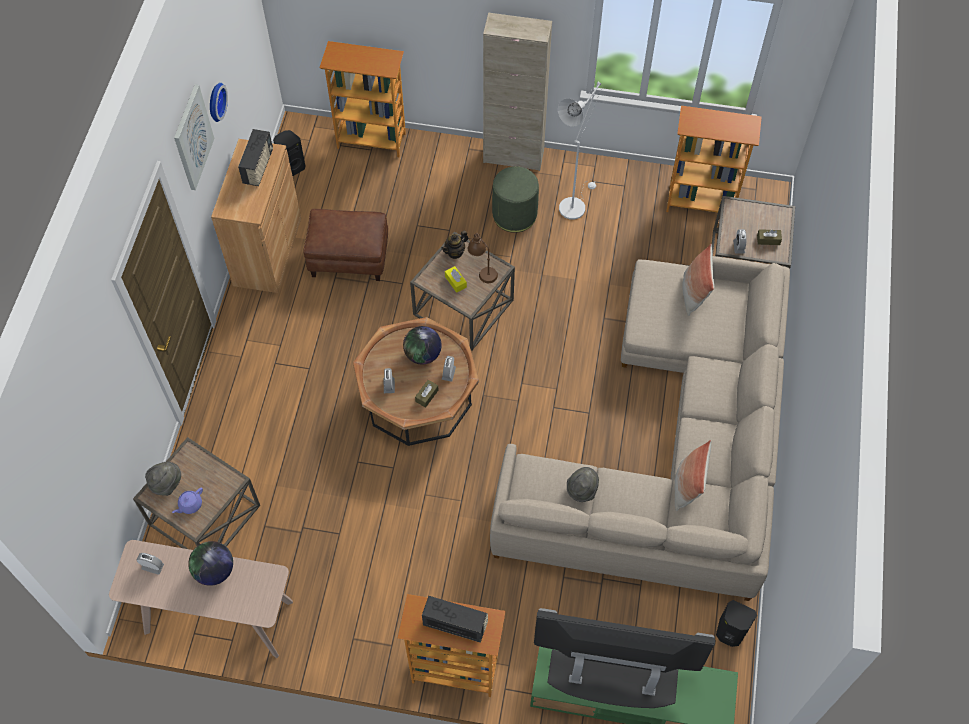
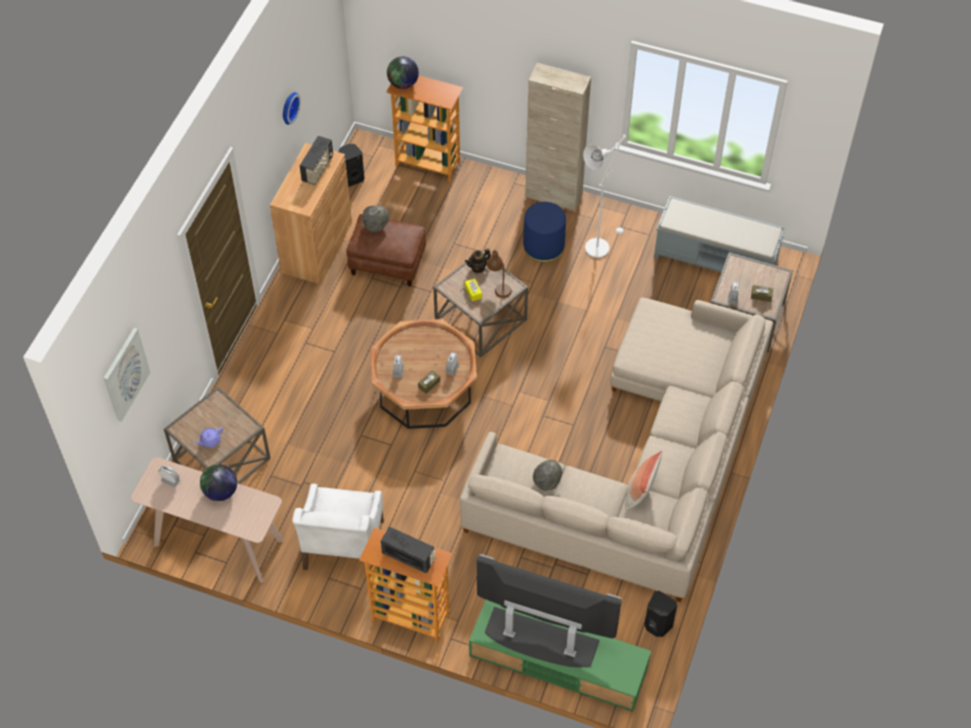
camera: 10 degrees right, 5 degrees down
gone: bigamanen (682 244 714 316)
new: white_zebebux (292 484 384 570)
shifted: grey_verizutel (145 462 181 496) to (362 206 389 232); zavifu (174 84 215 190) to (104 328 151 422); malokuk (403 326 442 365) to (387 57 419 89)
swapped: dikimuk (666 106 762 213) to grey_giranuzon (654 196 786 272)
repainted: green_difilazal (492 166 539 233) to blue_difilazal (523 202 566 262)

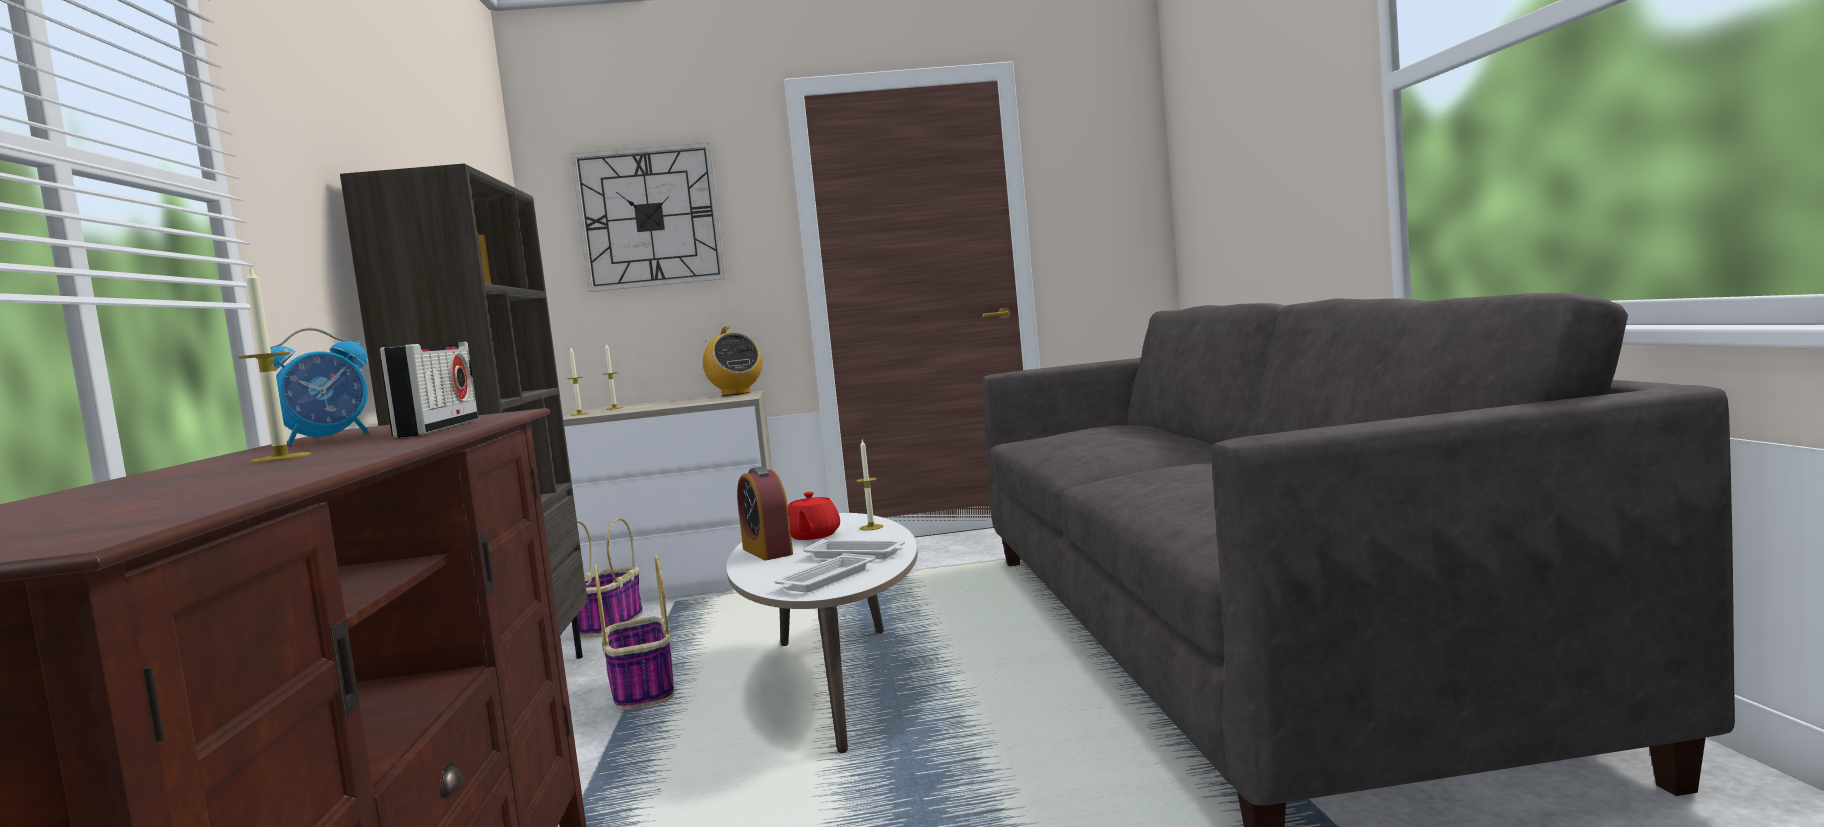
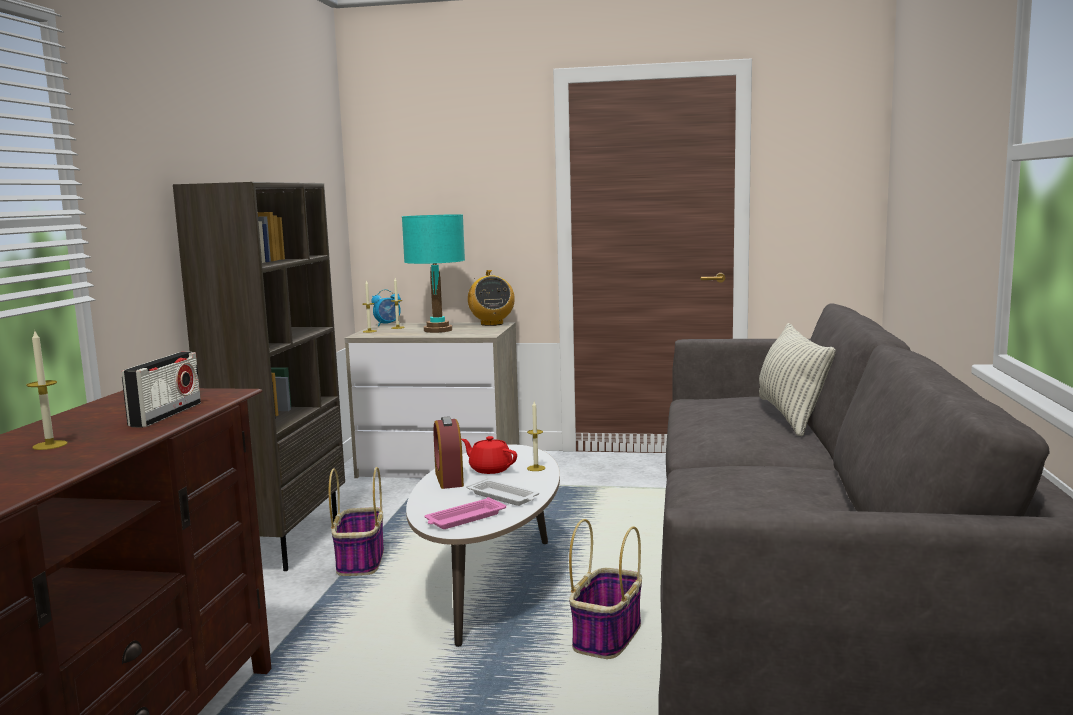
camera: 15 degrees right, 5 degrees up
gone: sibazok (571 142 726 292)
new: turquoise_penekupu (402 214 465 333); bigamanen (759 323 836 436)
shifted: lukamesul (270 328 369 445) to (372 289 401 326); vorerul (577 518 643 637) to (569 519 642 659)
repainted: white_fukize (774 553 876 593) to pink_fukize (424 497 506 529)
rotated: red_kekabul (788 492 840 540) = (461 436 517 474) 105 degrees clockwise

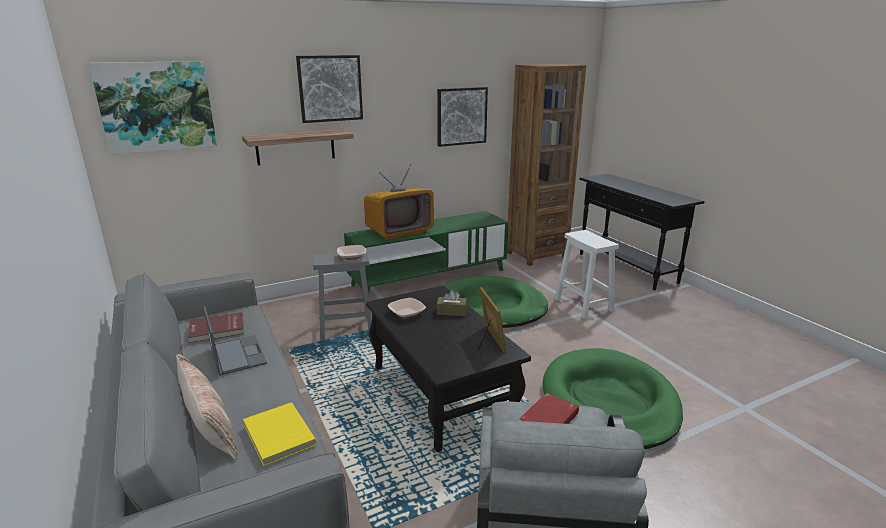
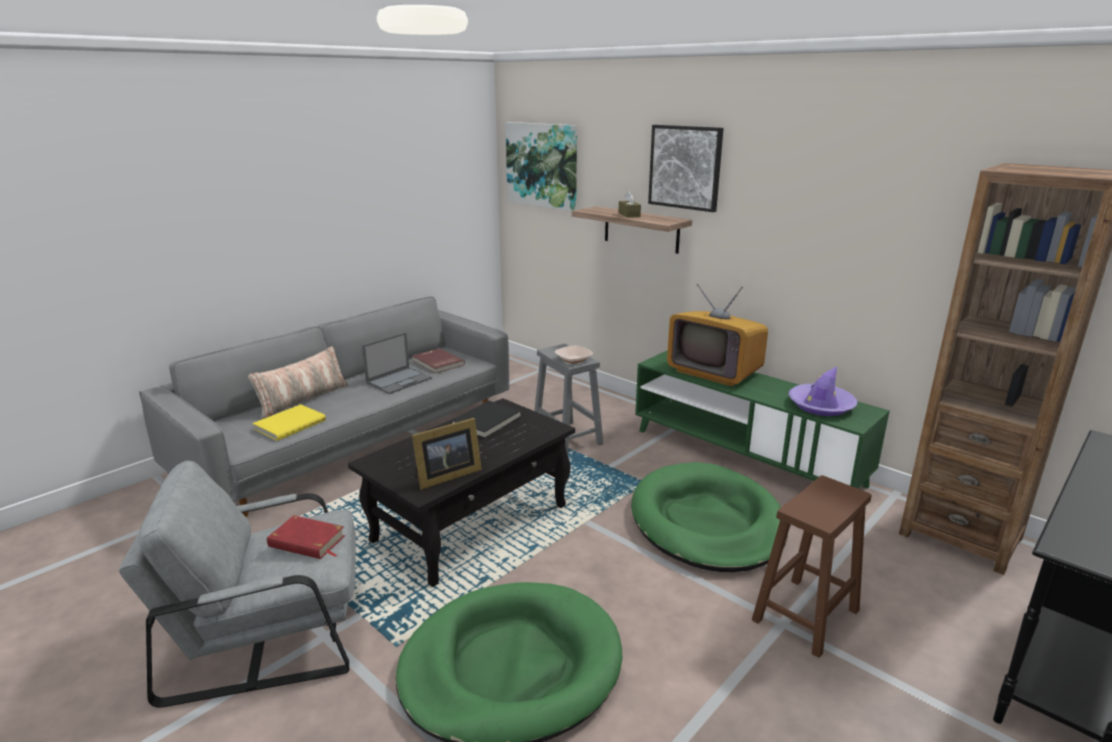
camera: 70 degrees right, 0 degrees up
gone: zavifu (437 87 488 147)
new: purple_verizutel (788 366 857 416)
shifted: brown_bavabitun (436 290 467 316) to (618 191 641 217)
swapped: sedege (388 298 426 319) to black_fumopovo (451 401 521 438)
repainted: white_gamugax (555 230 619 319) to brown_gamugax (752 475 872 658)

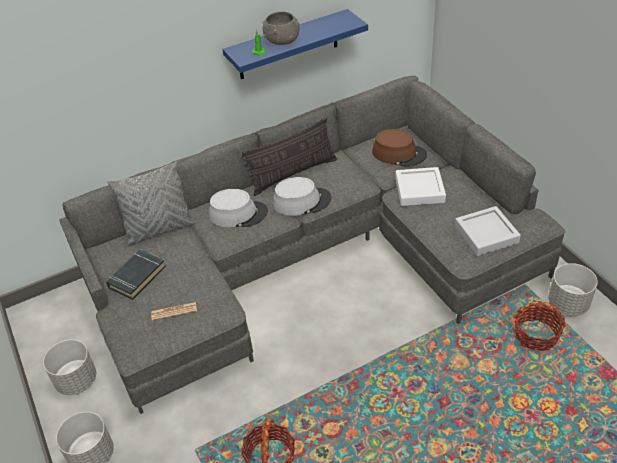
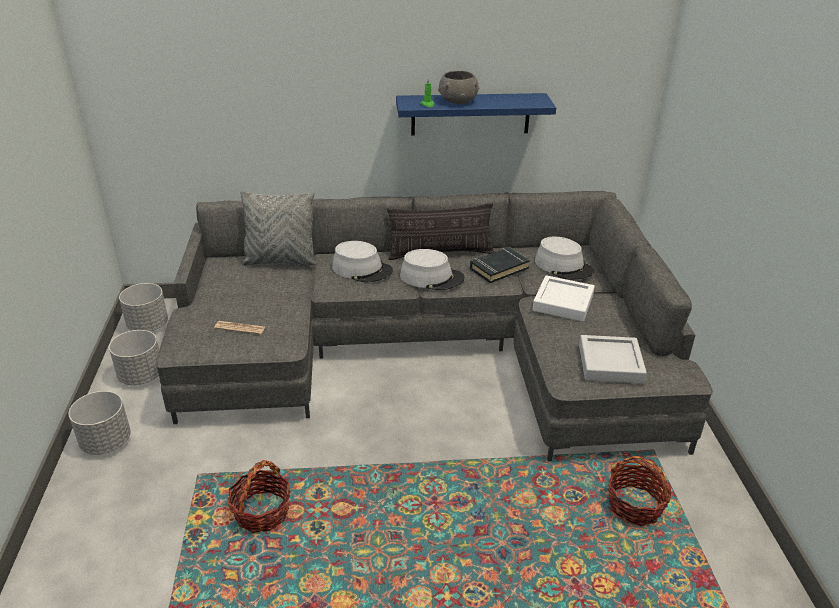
camera: 20 degrees right, 10 degrees down
shifted: black_fumopovo (106 249 166 300) to (470 247 530 283); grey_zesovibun (548 263 598 316) to (119 283 168 331)
repainted: brown_verizutel (372 129 427 167) to grey_verizutel (535 237 594 280)

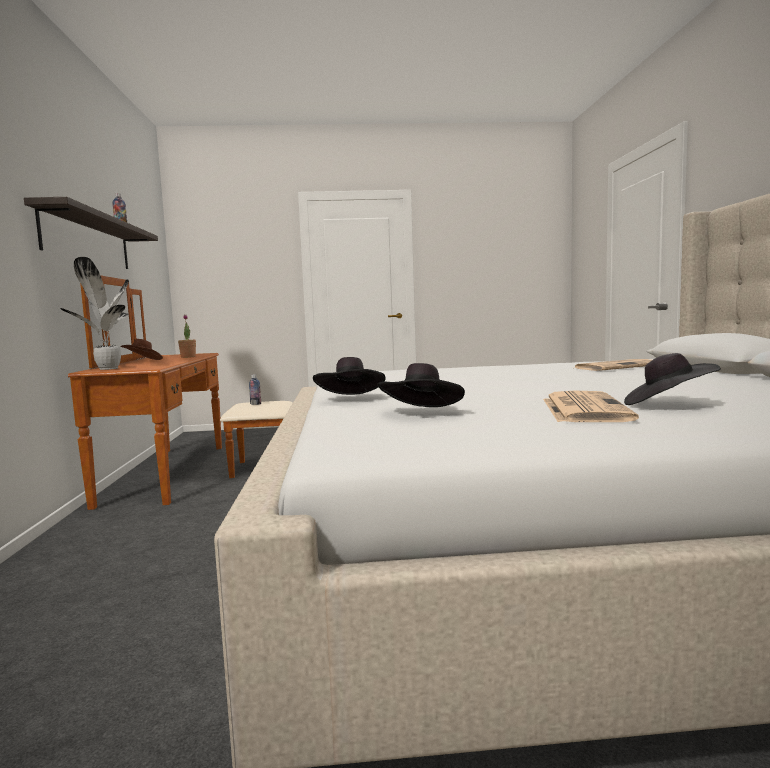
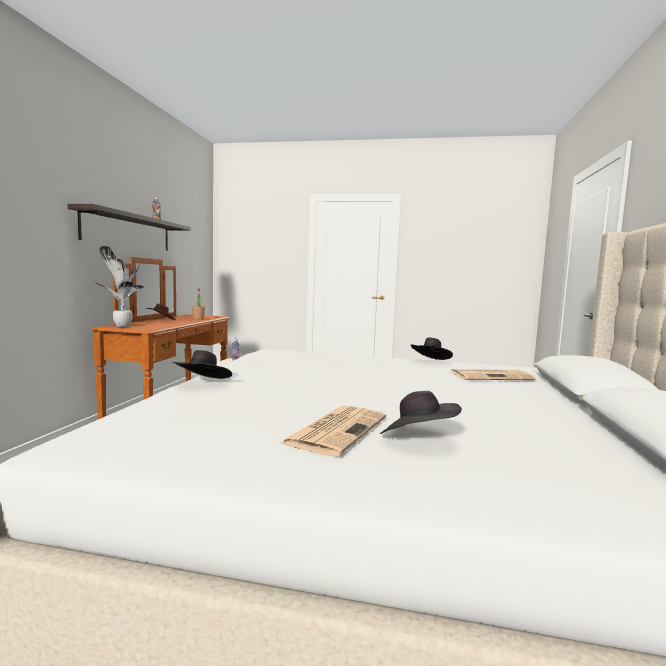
camera: 15 degrees right, 0 degrees up
shifted: black_verizutel (378 363 465 407) to (411 337 453 360)

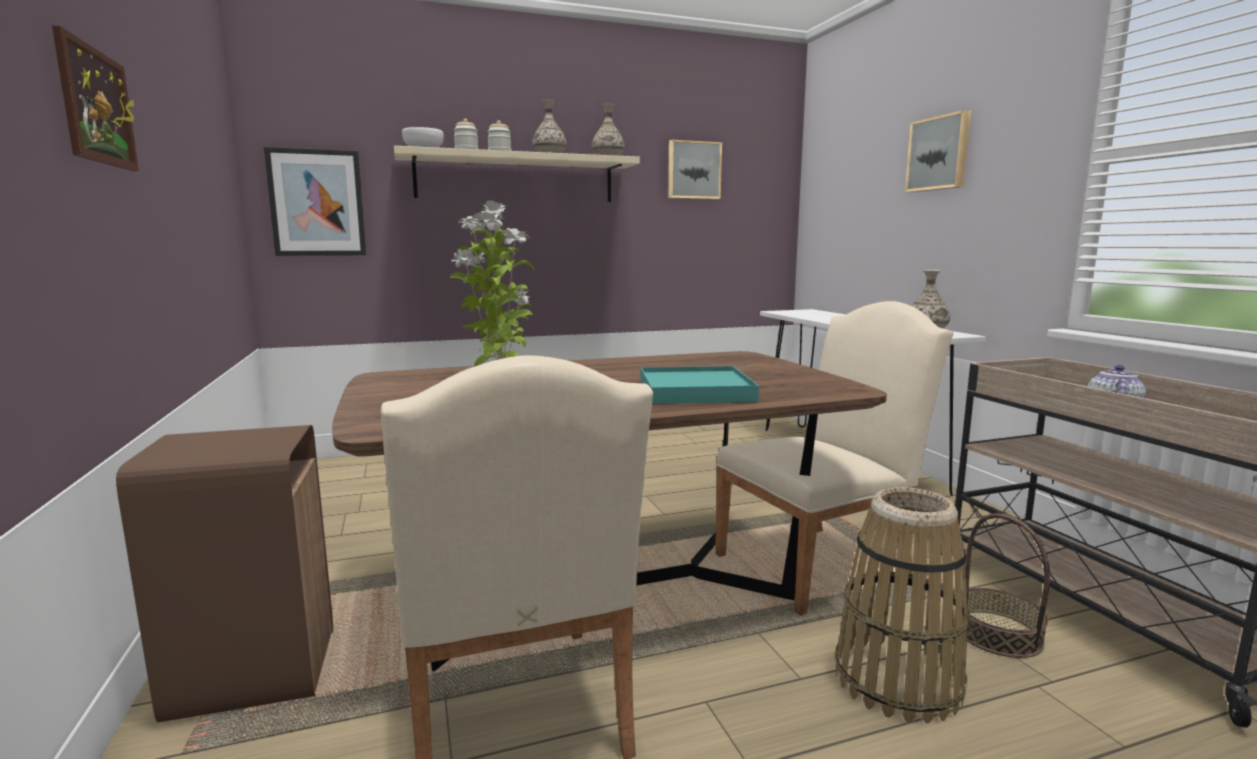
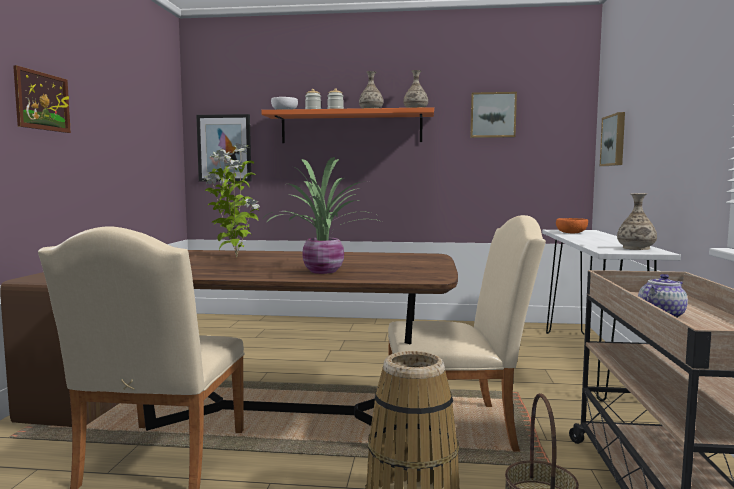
camera: 25 degrees right, 5 degrees down
new: orange_sedege (556 218 588 233)
shifted: zavifu (905 110 971 192) to (600 112 625 166)
swapped: turquoise_fukize (640 366 759 404) to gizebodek (264 157 381 274)
repainted: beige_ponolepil (394 146 640 202) to orange_ponolepil (261 107 434 143)

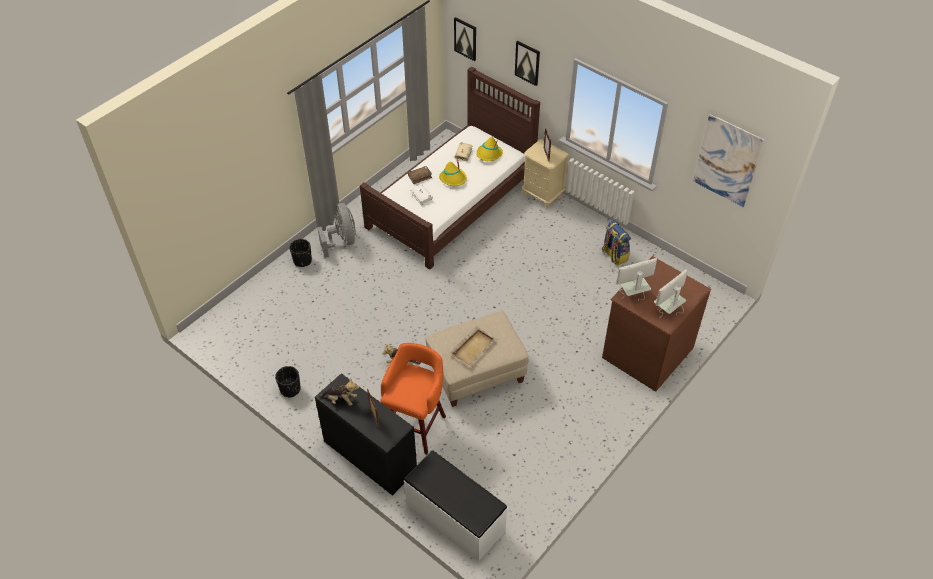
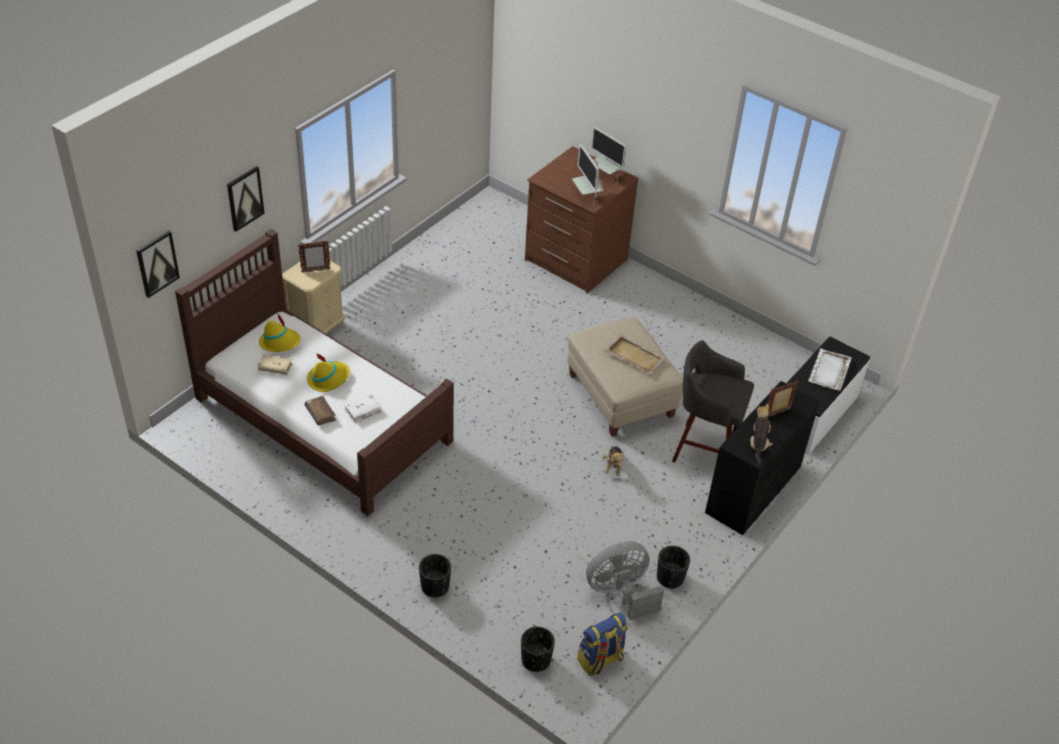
camera: 95 degrees left, 5 degrees down
gone: zavifu (693 114 764 207)
new: black_zesovibun (521 627 555 672); white_fukize (808 349 852 391)
shifted: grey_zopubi (317 203 356 258) to (586 541 664 620); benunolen (602 220 631 266) to (577 612 627 676)
repainted: orange_gamugax (380 343 446 454) to grey_gamugax (672 340 754 462)

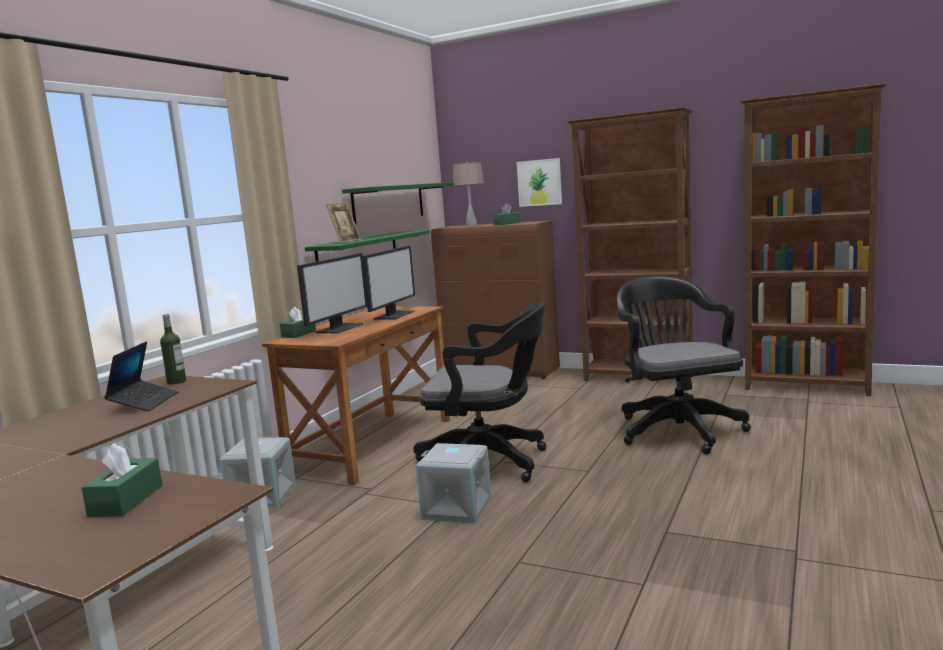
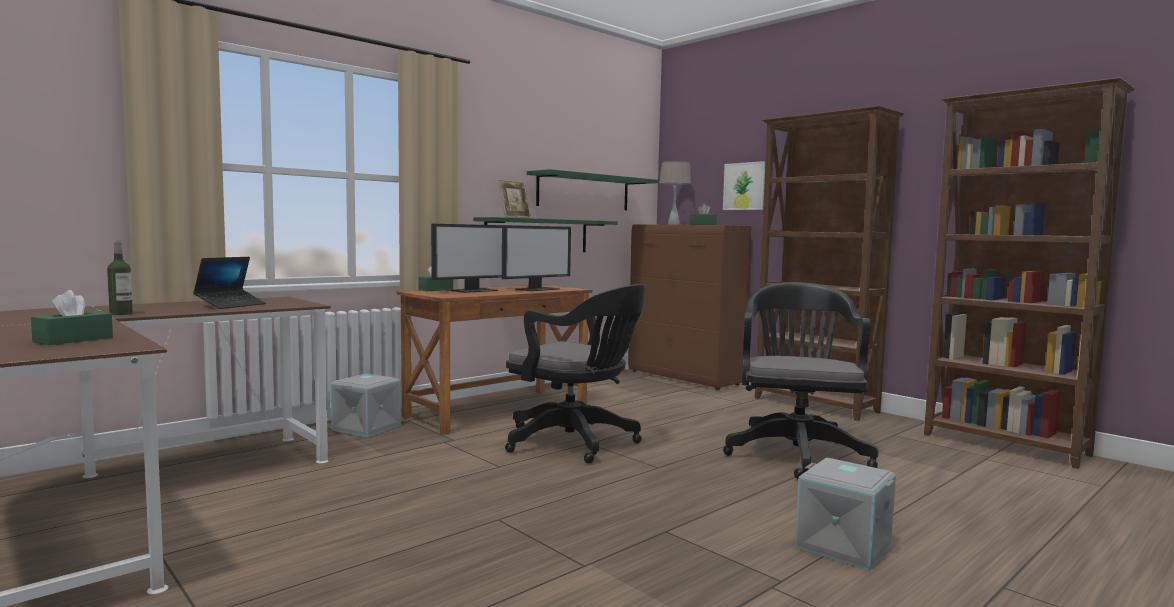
camera: 20 degrees right, 5 degrees down
shifted: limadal (160 314 186 384) to (107 240 133 315); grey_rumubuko (416 443 491 524) to (795 458 896 570)

